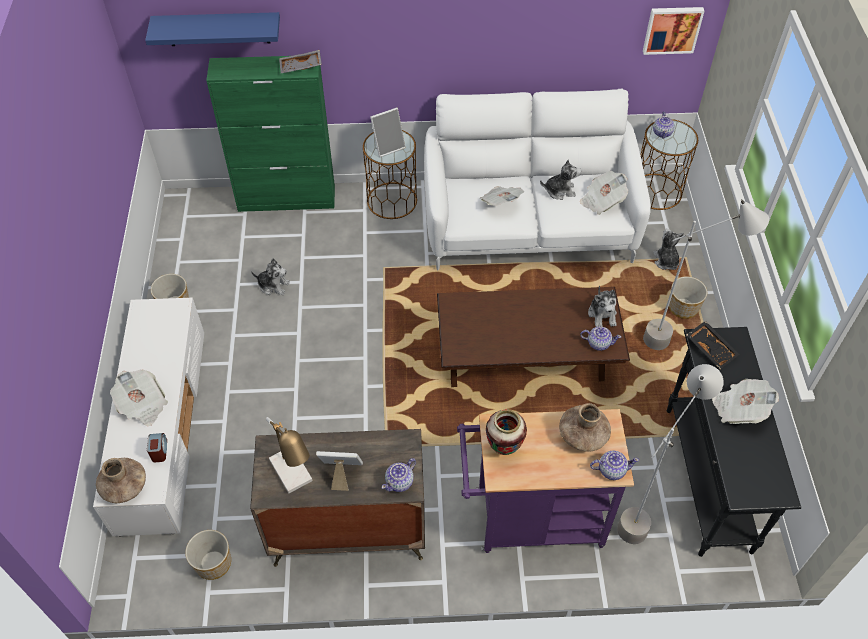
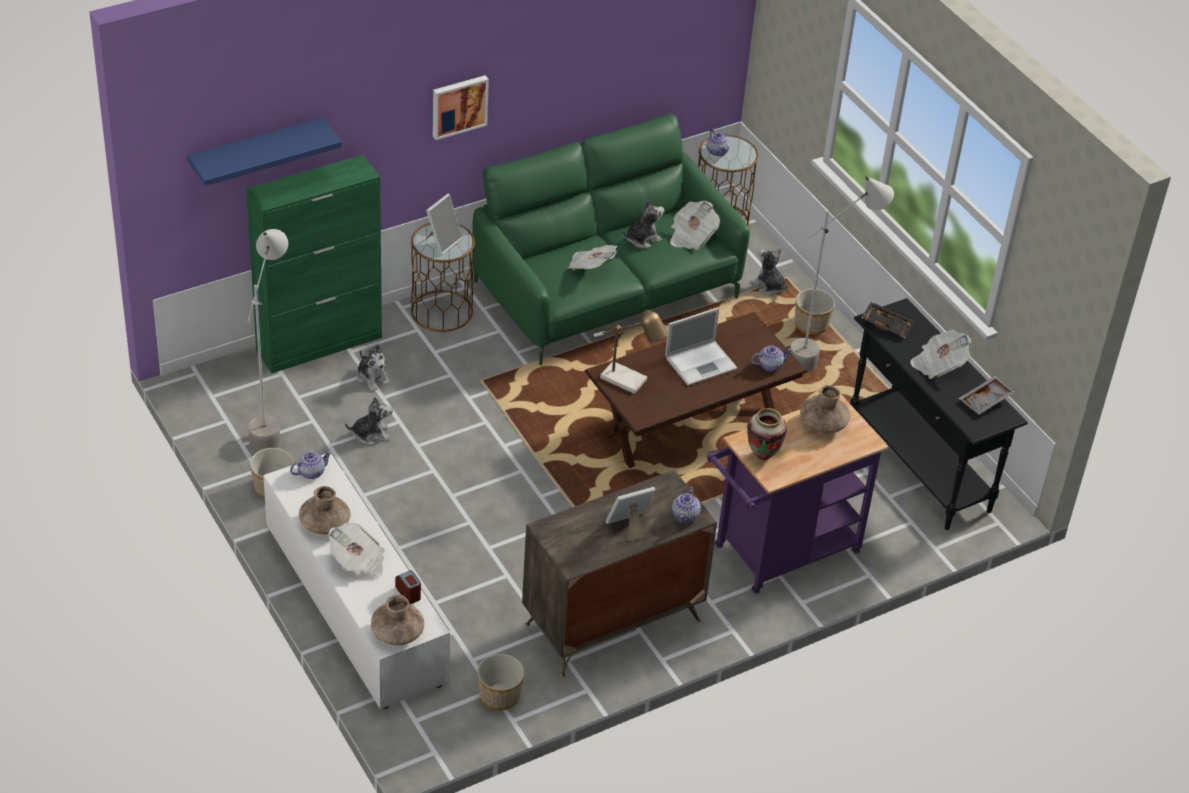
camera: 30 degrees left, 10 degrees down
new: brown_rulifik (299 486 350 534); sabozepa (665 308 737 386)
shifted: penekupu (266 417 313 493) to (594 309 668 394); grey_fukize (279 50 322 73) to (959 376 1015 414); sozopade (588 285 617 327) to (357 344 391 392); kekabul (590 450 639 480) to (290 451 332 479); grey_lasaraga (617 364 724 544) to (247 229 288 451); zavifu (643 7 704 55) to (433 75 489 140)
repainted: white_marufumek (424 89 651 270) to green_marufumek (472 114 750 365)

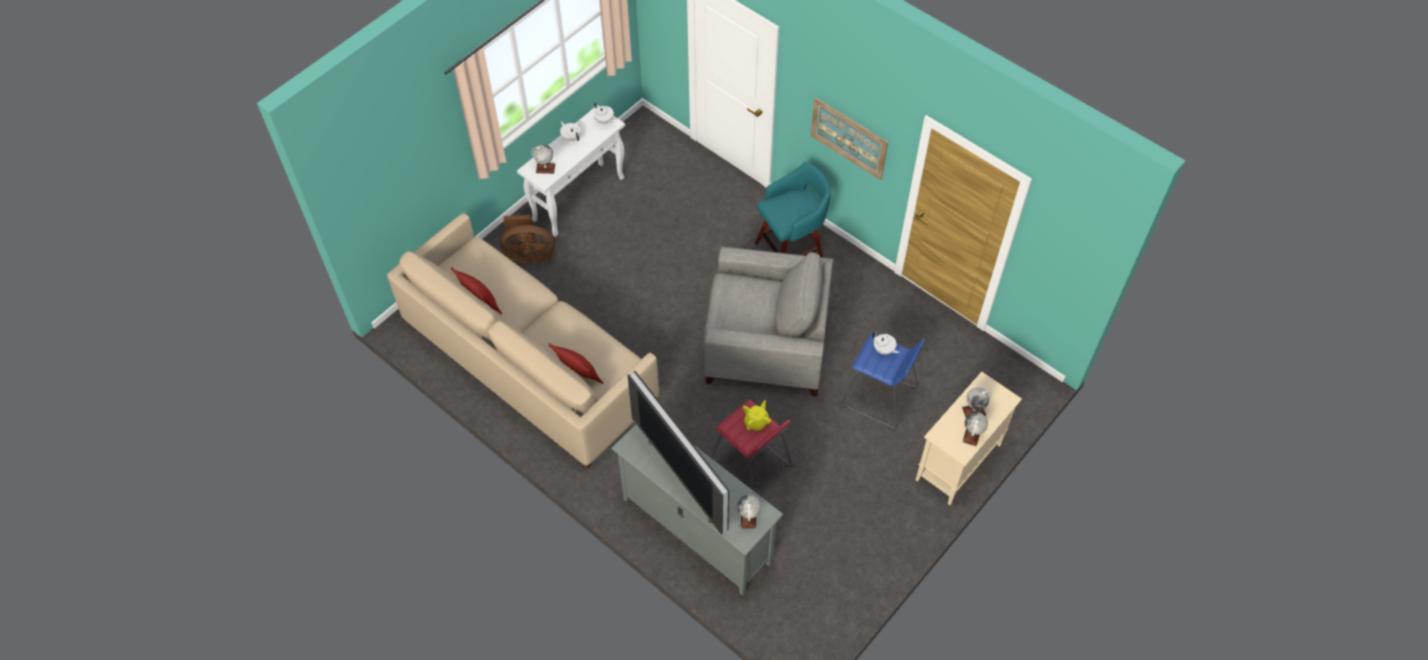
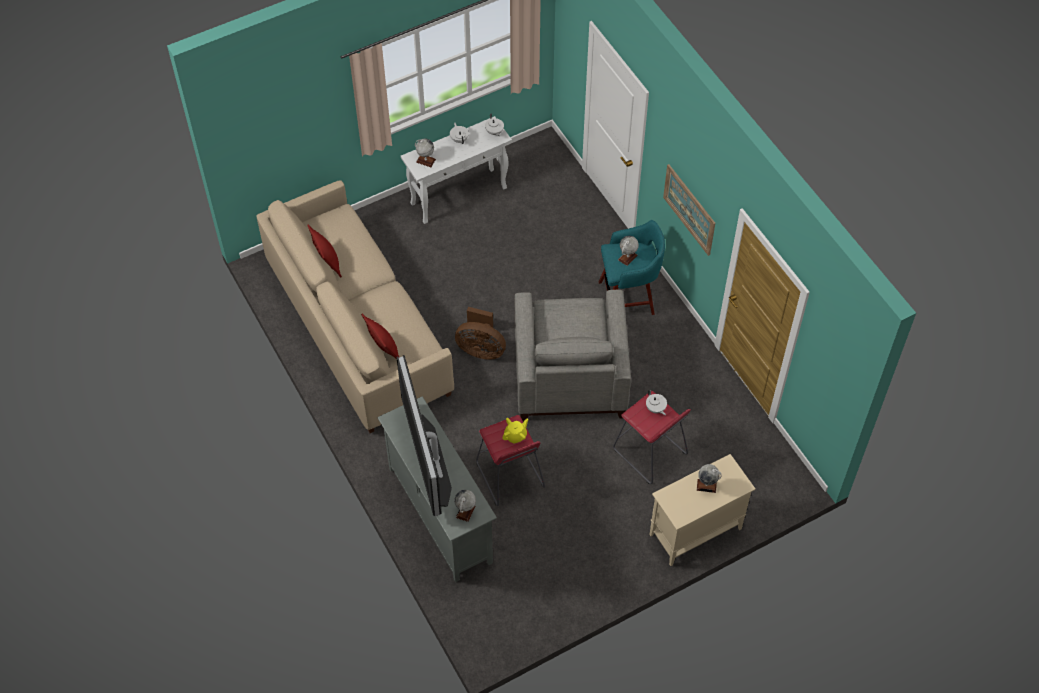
camera: 20 degrees right, 0 degrees up
shifted: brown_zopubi (500 215 555 264) to (455 307 506 359); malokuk (963 412 988 446) to (618 236 639 266)
repainted: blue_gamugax (842 333 925 429) to red_gamugax (613 391 691 484)
rotated: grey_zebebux (704 247 833 397) = (515 290 631 422) 60 degrees clockwise

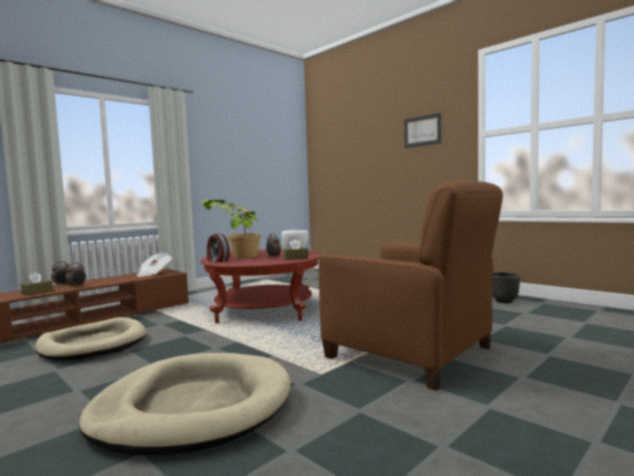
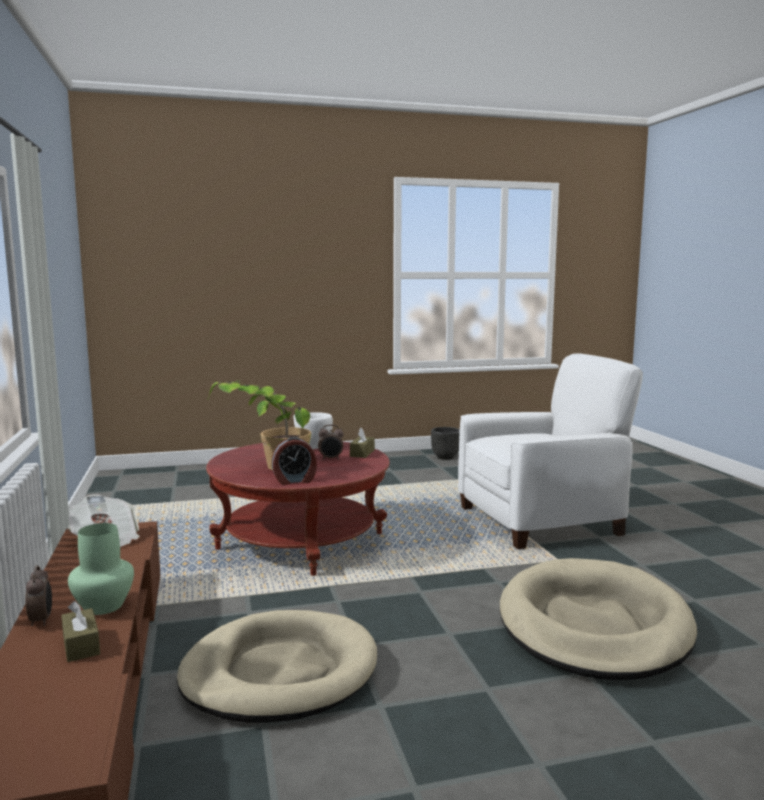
camera: 60 degrees left, 5 degrees up
gone: zavifu (404 113 441 148)
swapped: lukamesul (66 263 86 288) to green_rulifik (68 523 134 615)
repainted: brown_zebebux (319 181 503 391) to white_zebebux (458 353 643 549)

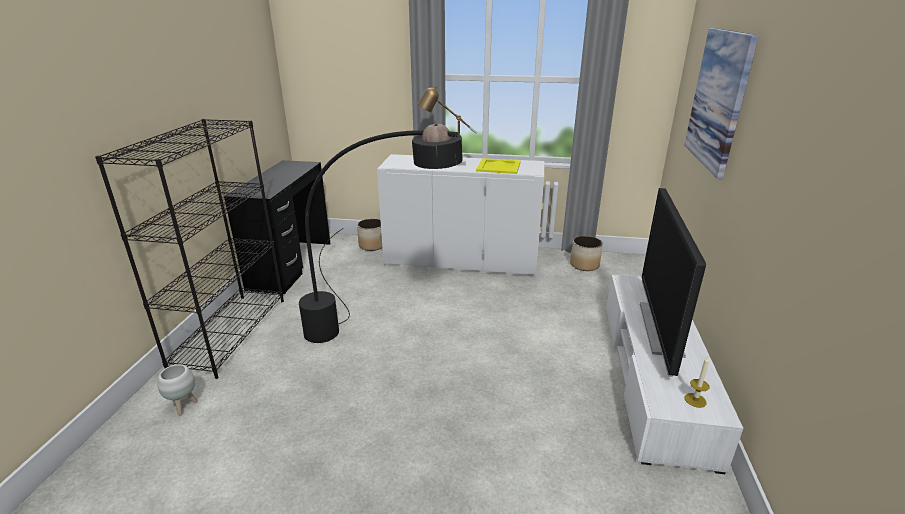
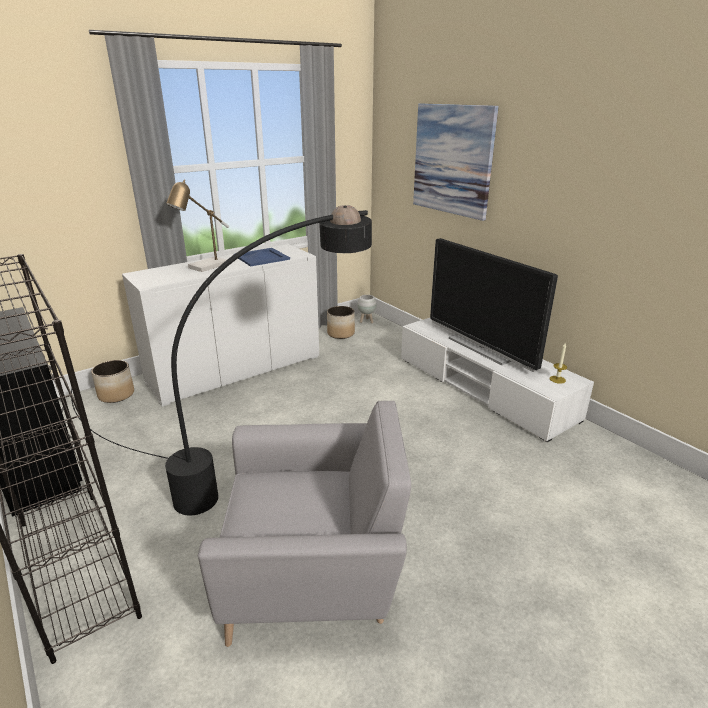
camera: 45 degrees left, 0 degrees up
new: grey_zebebux (197 401 411 647)
shifted: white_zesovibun (157 364 198 416) to (357 295 377 323)
repainted: yellow_fukize (476 158 521 174) to blue_fukize (238 248 290 267)

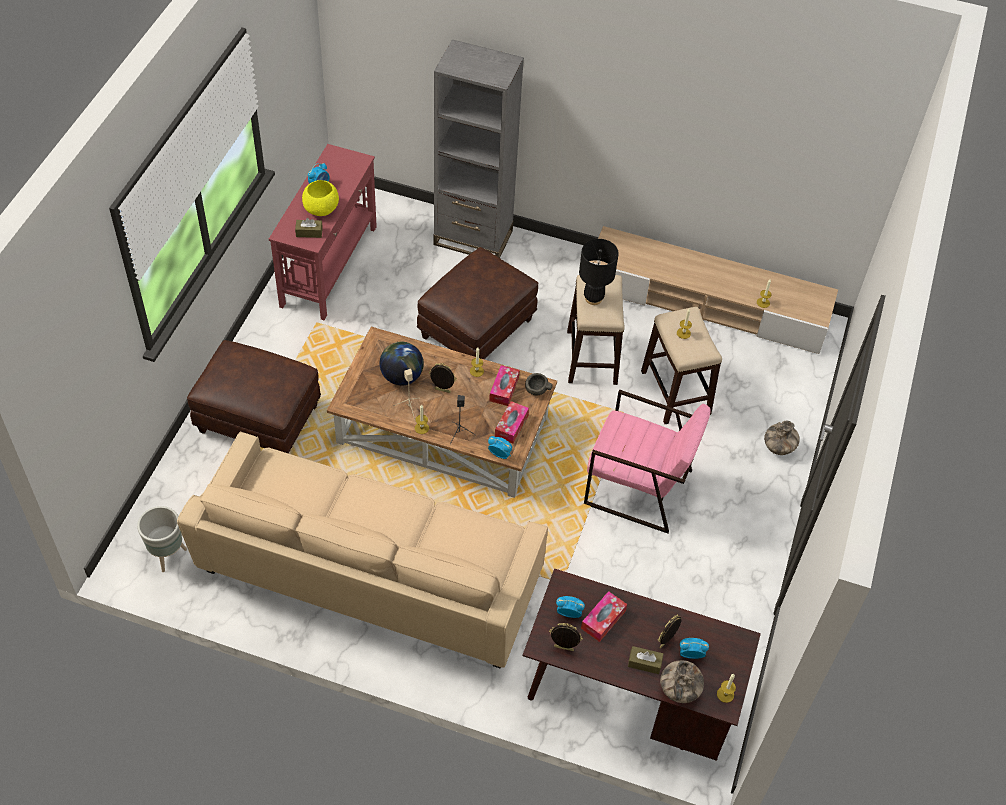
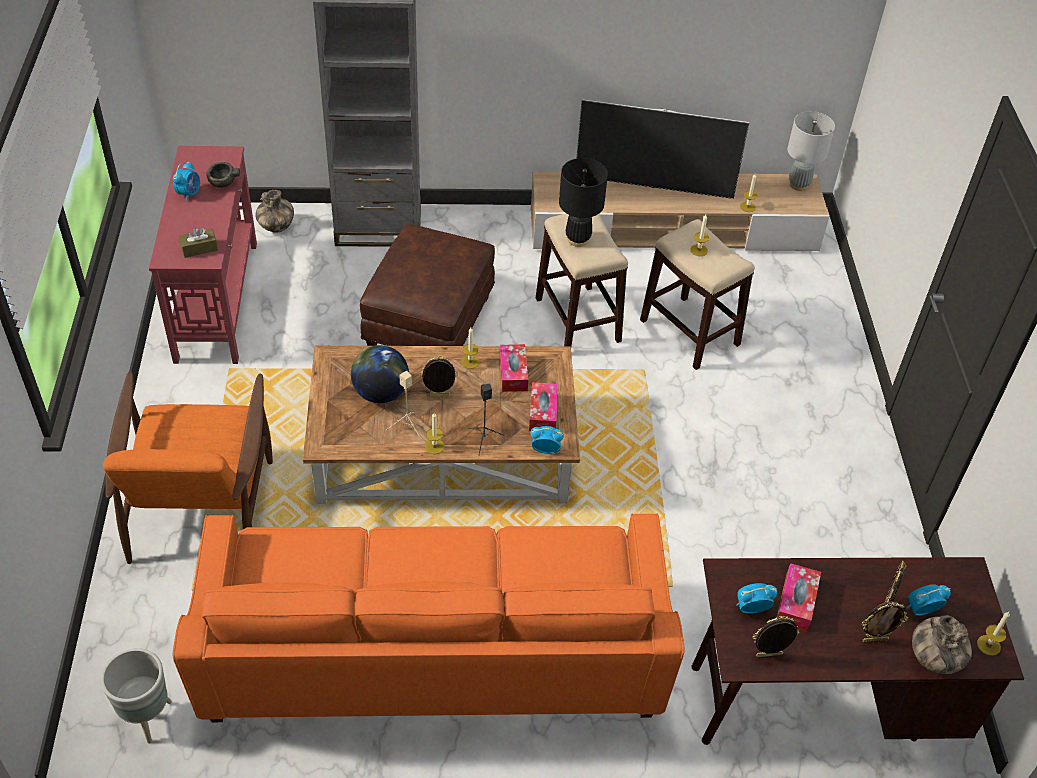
camera: 20 degrees left, 5 degrees down
gone: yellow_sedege (302 180 339 216); pink_zebebux (584 389 711 534)
new: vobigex (576 99 750 199); grey_penekupu (787 111 835 191)
shifted: grey_sedege (525 373 553 396) to (206 162 240 188); rulifik (764 421 800 455) to (255 190 294 233)
swapped: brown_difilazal (187 340 321 454) to orange_zebebux (103 372 273 564); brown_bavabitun (628 646 663 674) to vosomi (862 601 908 643)
repainted: beige_marufumek (177 431 548 669) to orange_marufumek (173 514 684 722)

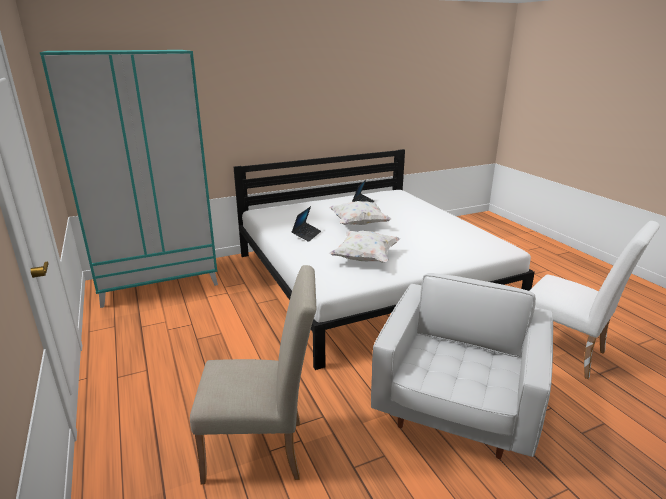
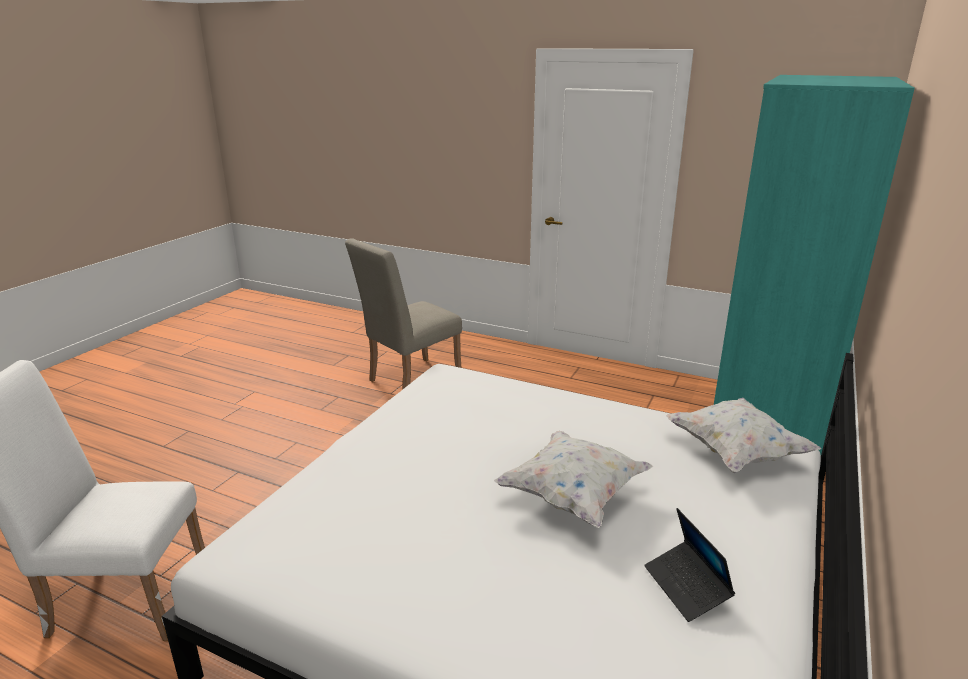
camera: 140 degrees right, 0 degrees up
gone: sabozepa (291 206 321 242); white_zebebux (371 273 553 459)
shifted: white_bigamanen (329 230 400 263) to (666 398 821 473)

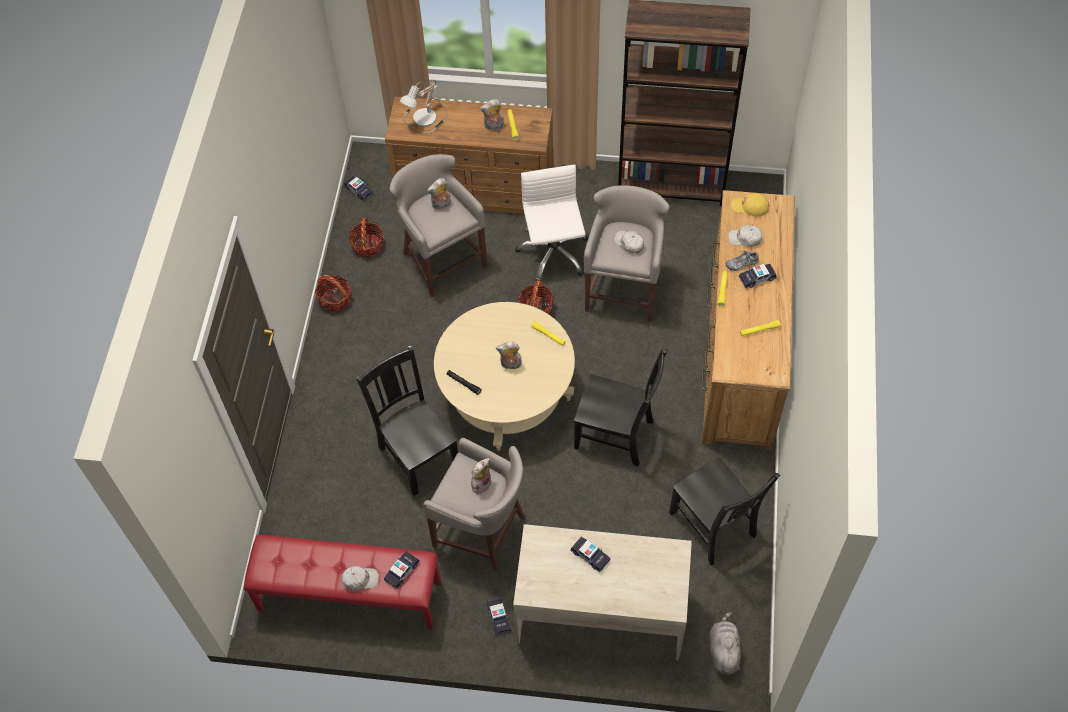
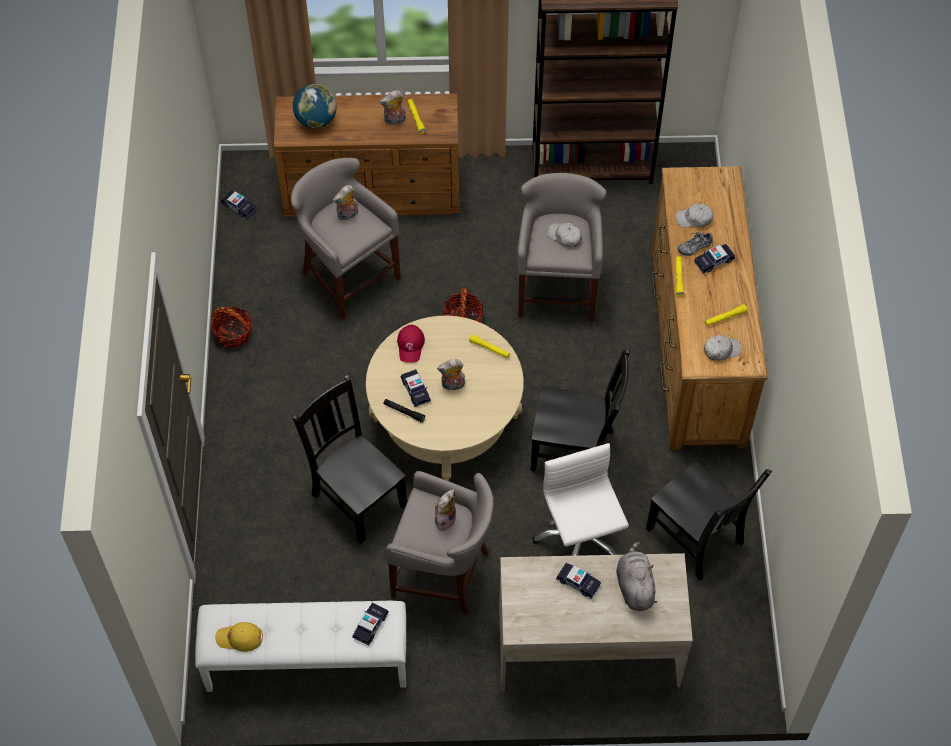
camera: 10 degrees left, 0 degrees up
gone: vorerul (349 218 384 257)
new: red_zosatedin (397 325 425 363)
shifted: white_zosatedin (342 566 379 591) to (704 335 742 361); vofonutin (486 598 511 635) to (400 369 431 407); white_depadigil (515 165 588 282) to (533 443 629 556); grey_sozopade (709 612 741 675) to (616 541 657 611); yellow_zosatedin (731 193 770 216) to (215 622 263 652)
swapped: penekupu (400 80 447 134) to malokuk (293 84 337 128)
repainted: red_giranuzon (244 535 441 630) to white_giranuzon (195 601 406 692)

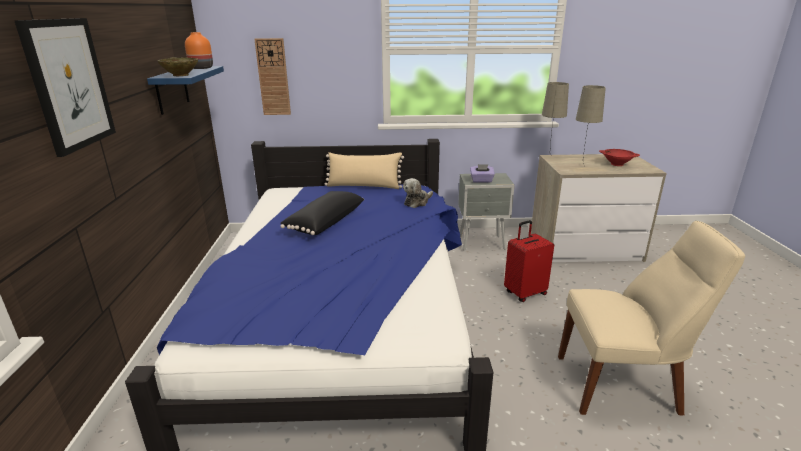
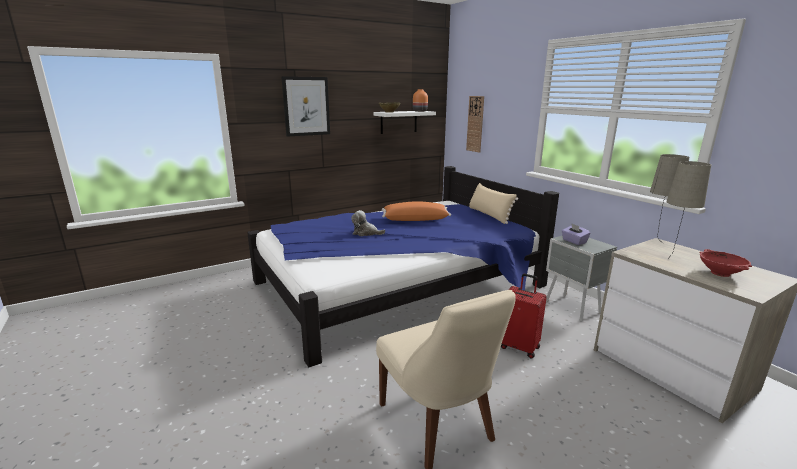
camera: 60 degrees right, 5 degrees down
shifted: sozopade (403 178 433 208) to (351 210 385 236)
repainted: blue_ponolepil (147 66 224 115) to white_ponolepil (374 111 436 134); black_bigamanen (280 191 364 235) to orange_bigamanen (382 201 451 221)

